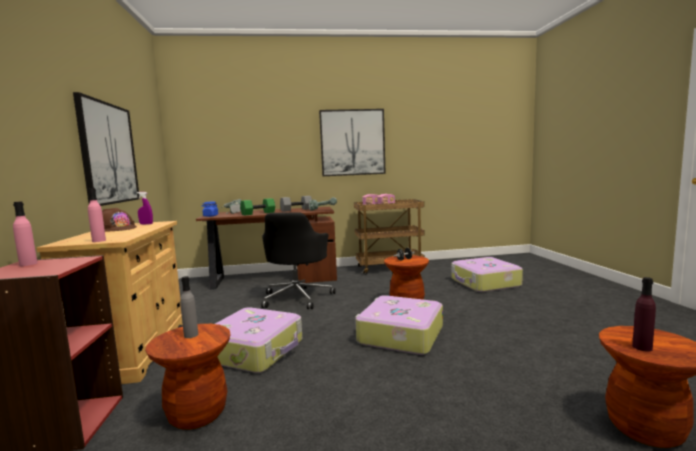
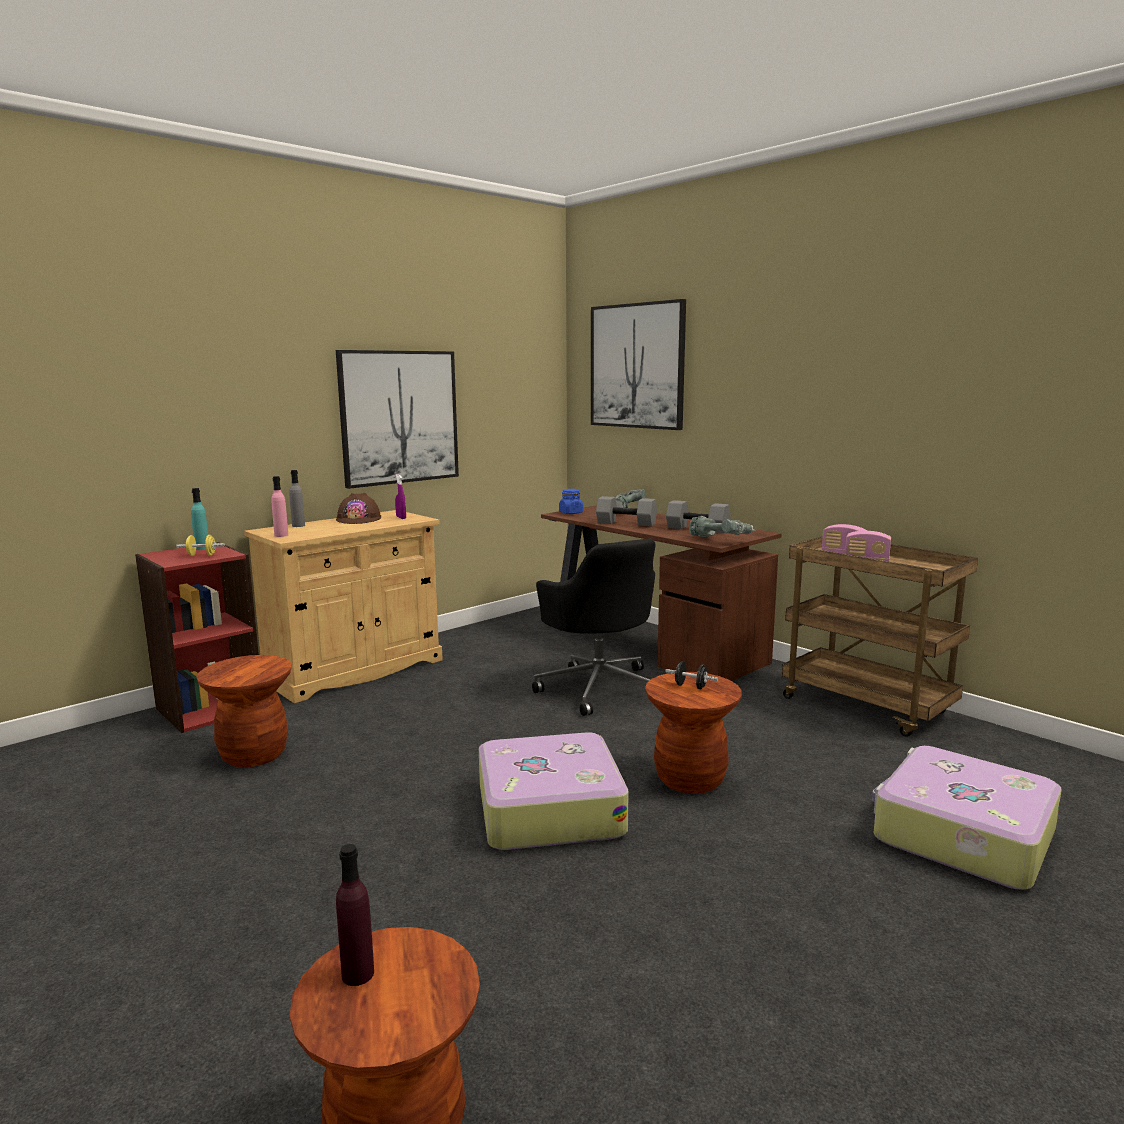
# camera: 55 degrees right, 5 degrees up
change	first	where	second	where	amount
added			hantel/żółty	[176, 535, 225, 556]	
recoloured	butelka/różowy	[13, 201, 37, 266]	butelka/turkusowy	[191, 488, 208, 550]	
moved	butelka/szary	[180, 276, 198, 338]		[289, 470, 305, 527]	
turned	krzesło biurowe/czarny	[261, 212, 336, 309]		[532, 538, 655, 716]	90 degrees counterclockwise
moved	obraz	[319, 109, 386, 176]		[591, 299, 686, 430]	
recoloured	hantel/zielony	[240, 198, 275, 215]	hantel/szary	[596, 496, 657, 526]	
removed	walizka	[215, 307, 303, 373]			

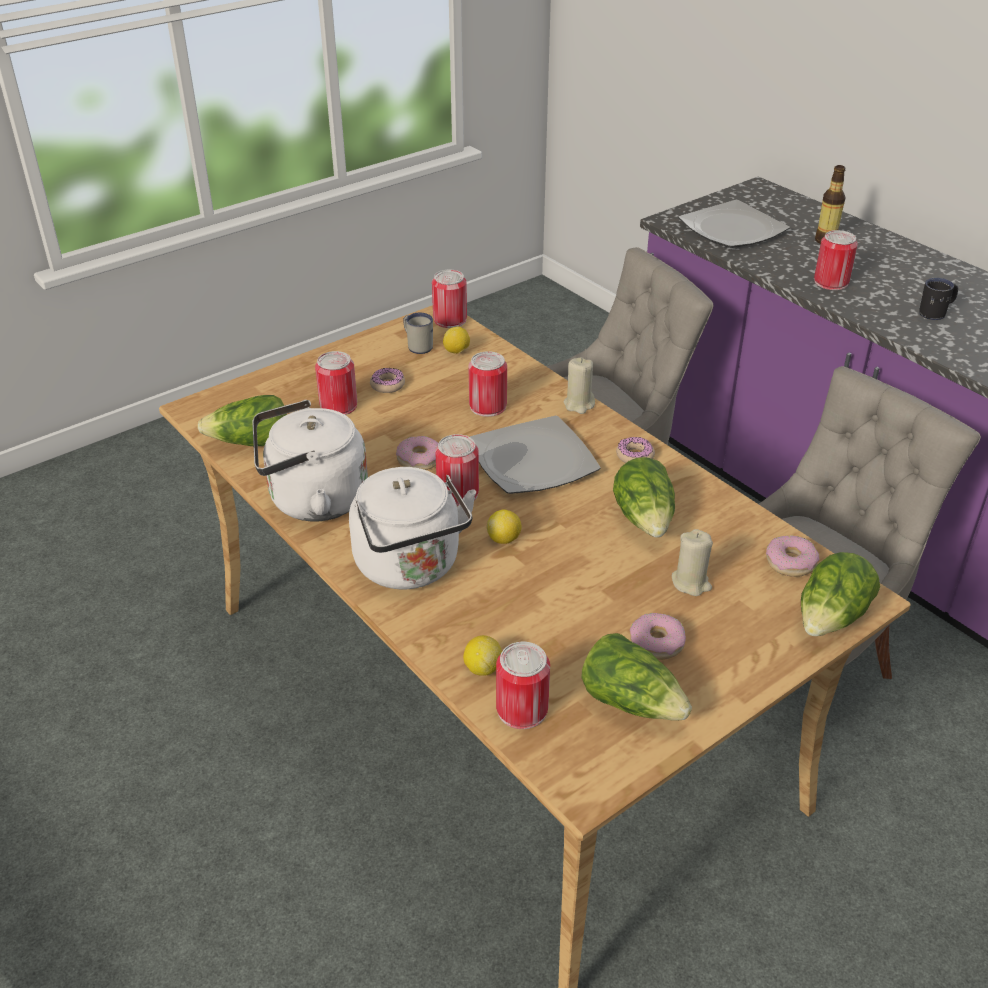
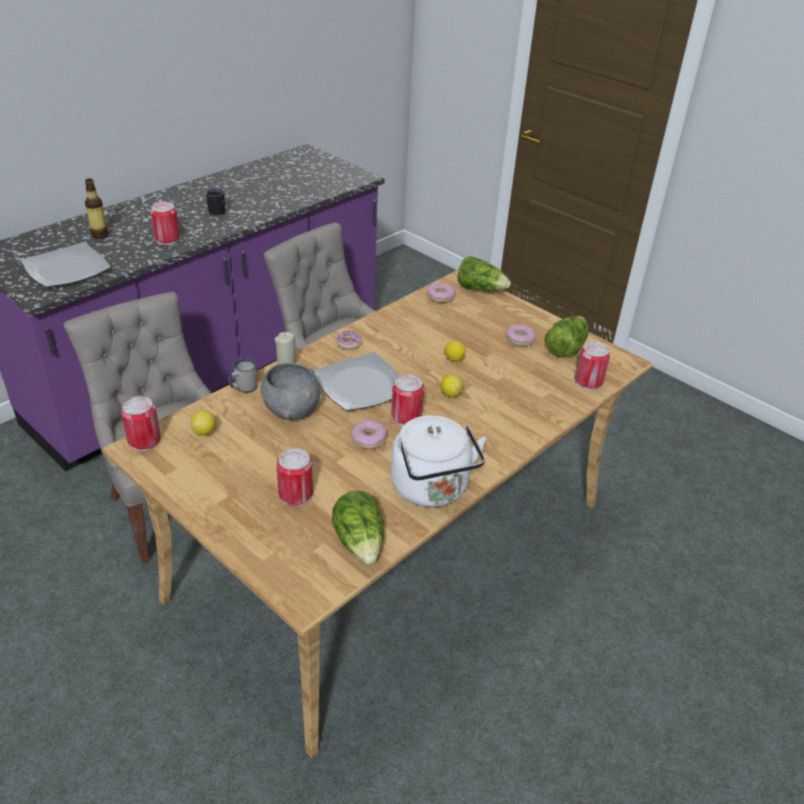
# camera: 100 degrees left, 0 degrees up
change	first	where	second	where	amount
moved	kubek/biały	[403, 313, 433, 354]		[229, 358, 257, 393]	
replaced	puszka	[468, 351, 507, 417]	miska/szary	[260, 363, 322, 420]	
moved	cytryna	[463, 635, 502, 676]		[444, 341, 466, 362]	
removed	czajnik/biały	[349, 467, 476, 590]			
removed	donut	[370, 368, 405, 393]			
removed	sałata	[613, 457, 675, 538]			
removed	świeca/beżowy	[672, 529, 713, 596]			

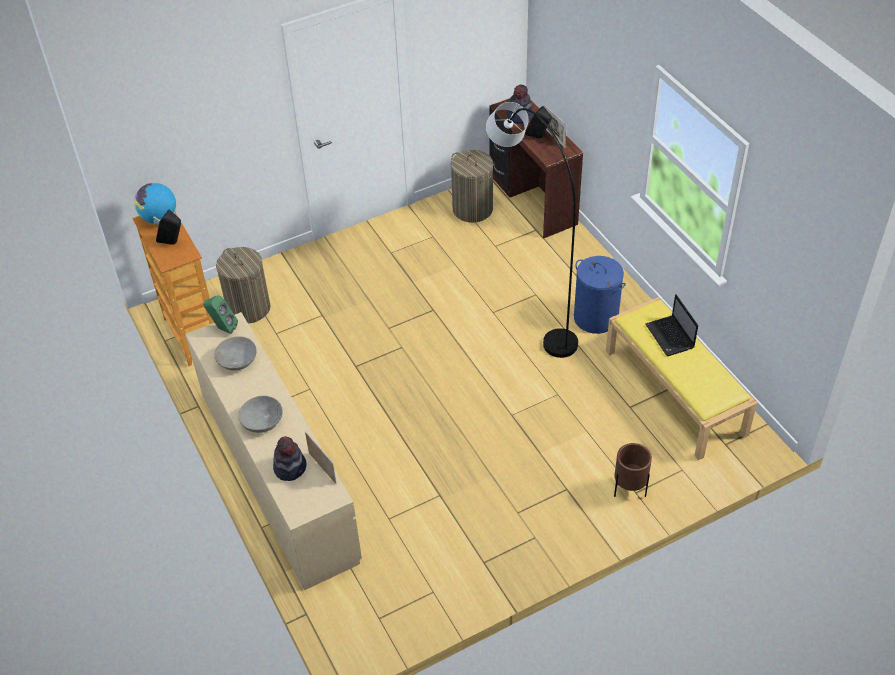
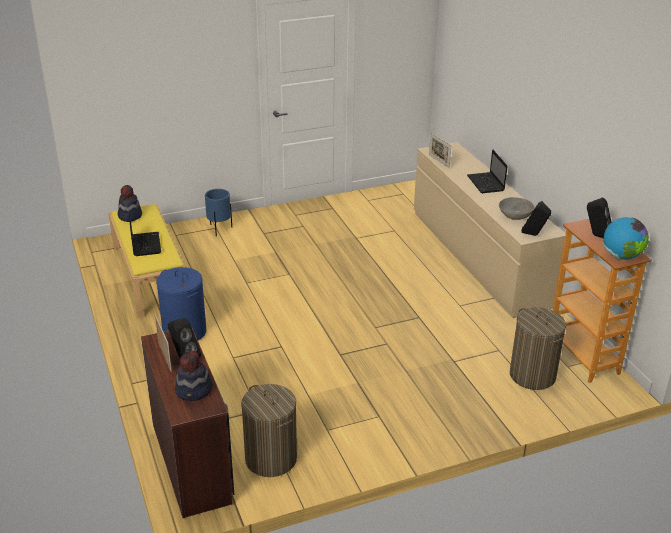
# camera: 175 degrees left, 15 degrees down
change	first	where	second	where	amount
moved	kapelusz	[273, 436, 306, 481]		[118, 185, 142, 222]	
recoloured	donica/brązowy	[614, 443, 652, 497]	donica/niebieski	[205, 189, 232, 236]	
replaced	miska/szary	[238, 396, 283, 433]	laptop	[467, 149, 508, 193]	
recoloured	głośnik/zielony	[203, 295, 238, 334]	głośnik/czarny	[521, 201, 551, 236]	
removed	lampa stojąca/szary	[486, 102, 578, 358]			

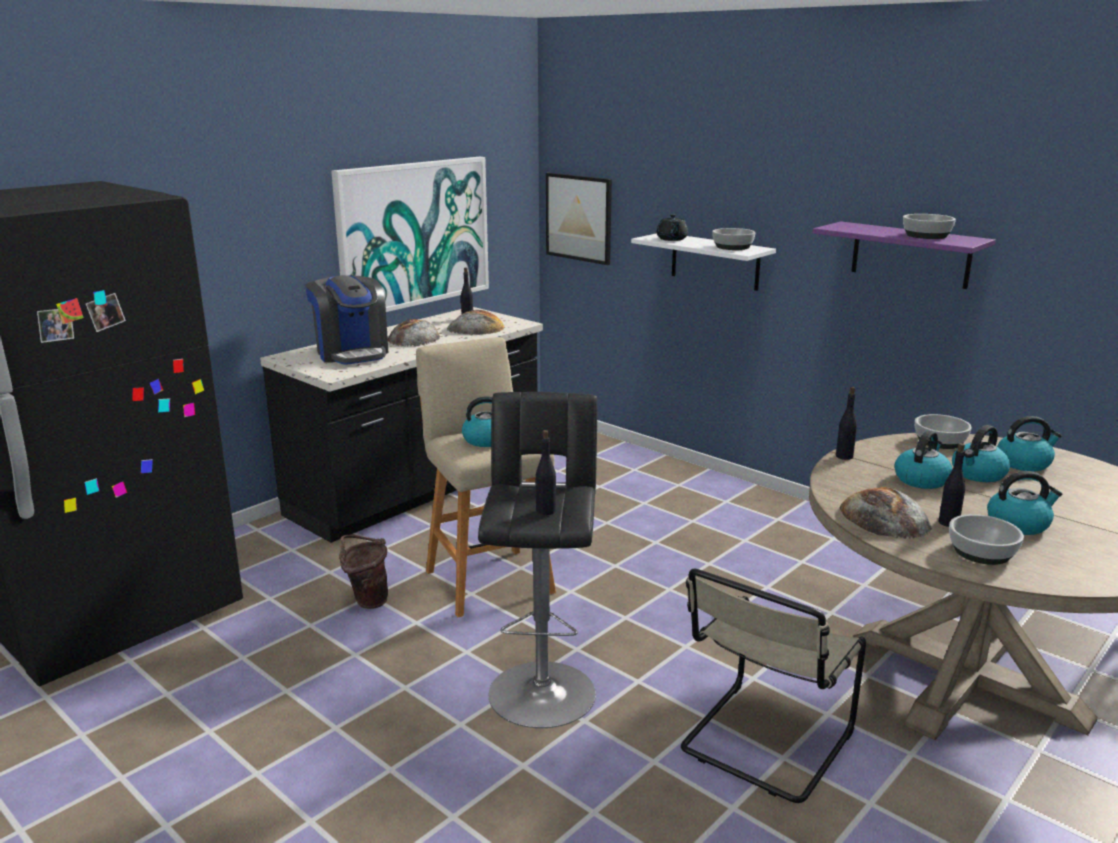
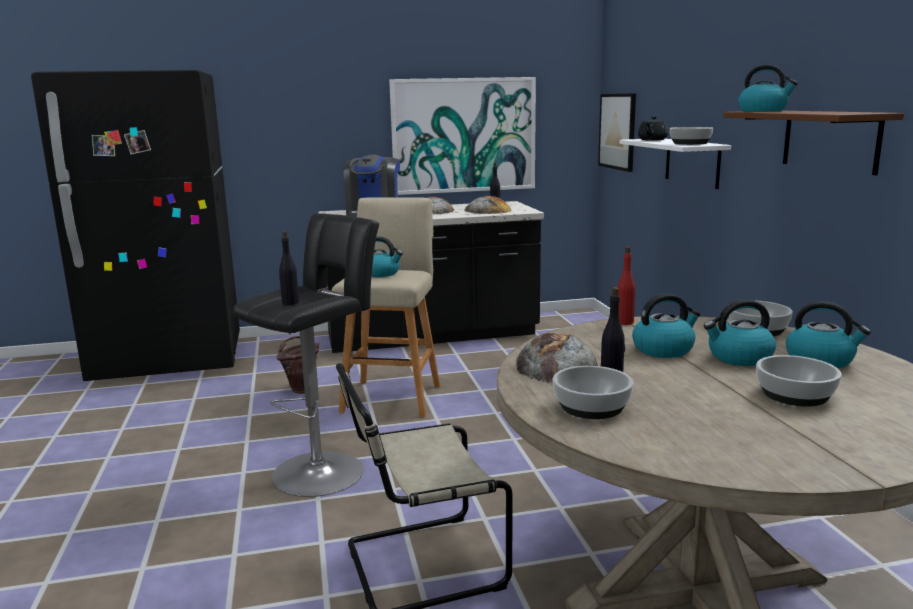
# camera: 35 degrees right, 5 degrees down
change	first	where	second	where	amount
recoloured	butelka/czarny	[836, 387, 857, 460]	butelka/czerwony	[617, 247, 635, 325]	
recoloured	półka/fioletowy	[812, 222, 996, 289]	półka/brązowy	[723, 111, 904, 175]	
moved	czajnik	[987, 471, 1062, 535]		[738, 65, 798, 112]	
moved	miska	[903, 214, 956, 239]		[756, 355, 842, 407]	

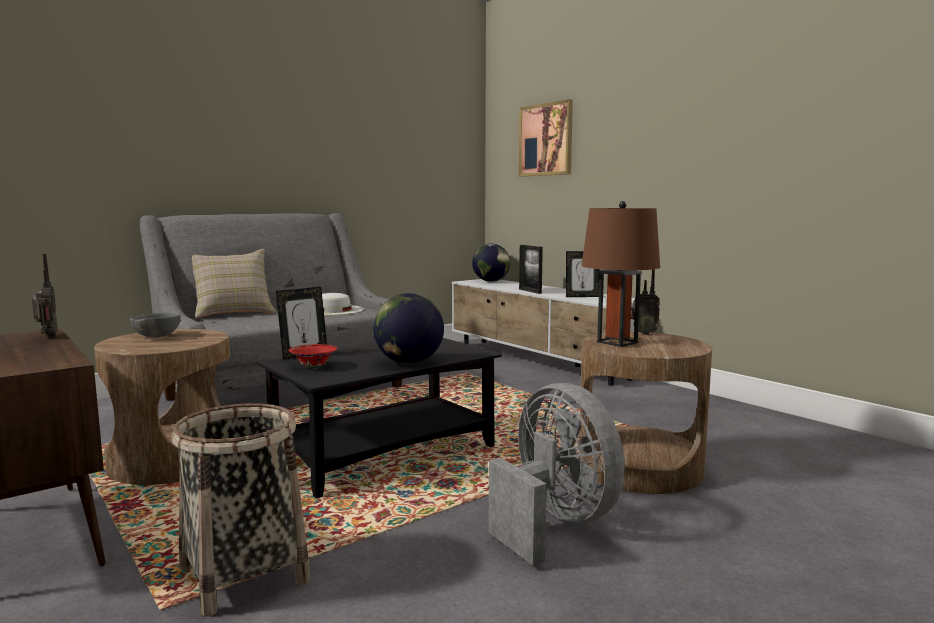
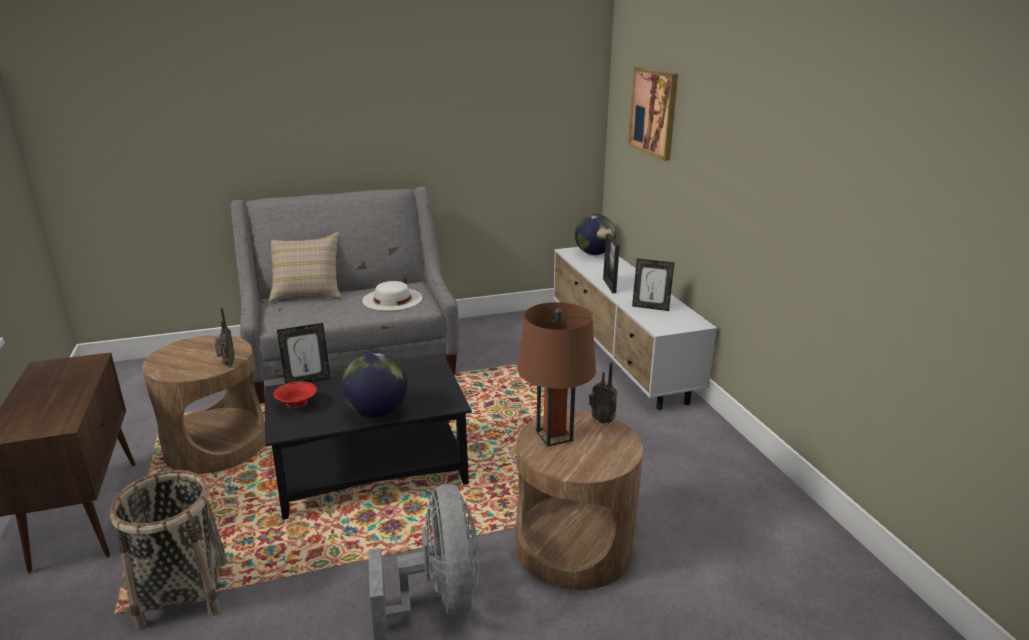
# camera: 20 degrees right, 15 degrees up
change	first	where	second	where	amount
moved	radio	[32, 254, 57, 337]		[214, 308, 235, 365]	
removed	miska/szary	[130, 312, 181, 338]			

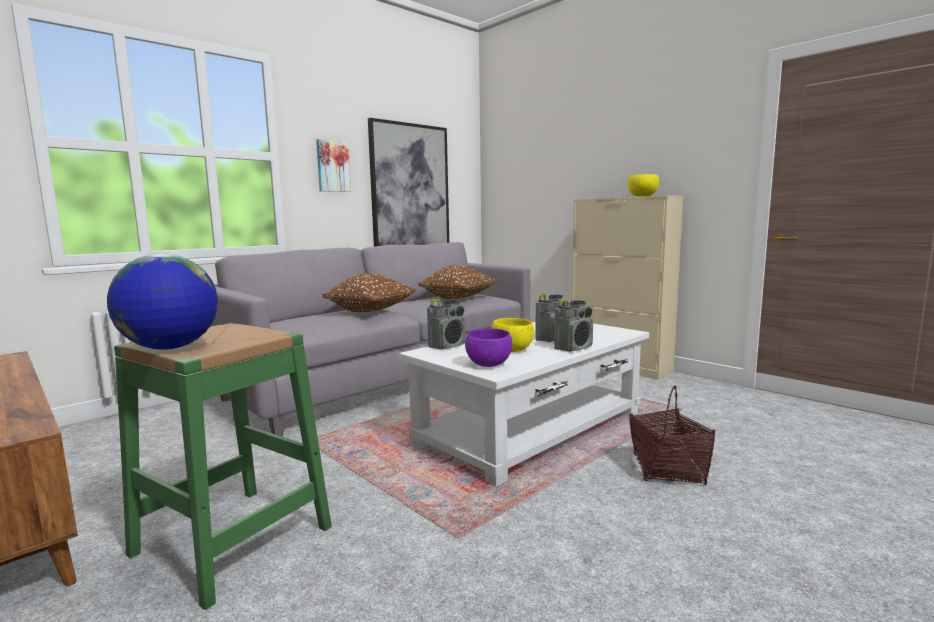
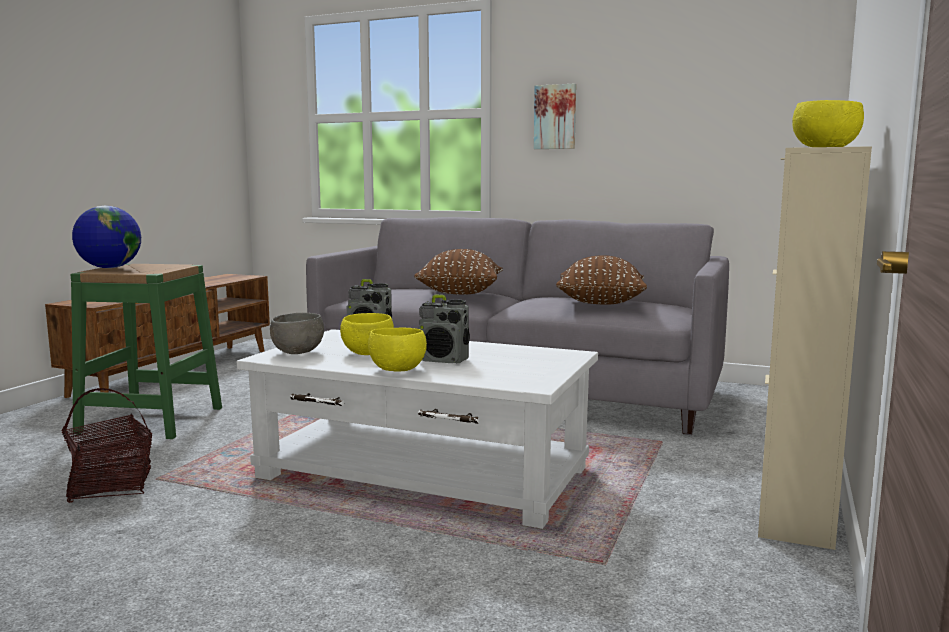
# camera: 65 degrees right, 0 degrees up
change	first	where	second	where	amount
moved	koszyk	[629, 385, 715, 485]		[62, 388, 152, 503]	
recoloured	miska/fioletowy	[465, 328, 512, 367]	miska/szary	[270, 313, 324, 354]	
replaced	radio	[554, 299, 593, 352]	miska/żółty	[368, 328, 427, 372]	
removed	obraz	[368, 118, 449, 247]			

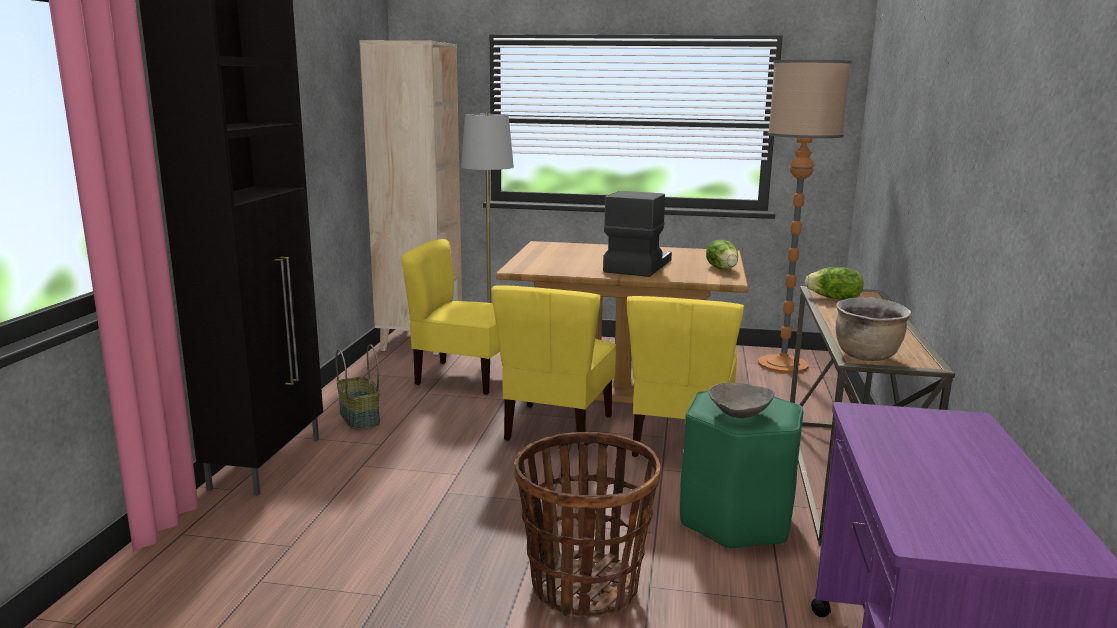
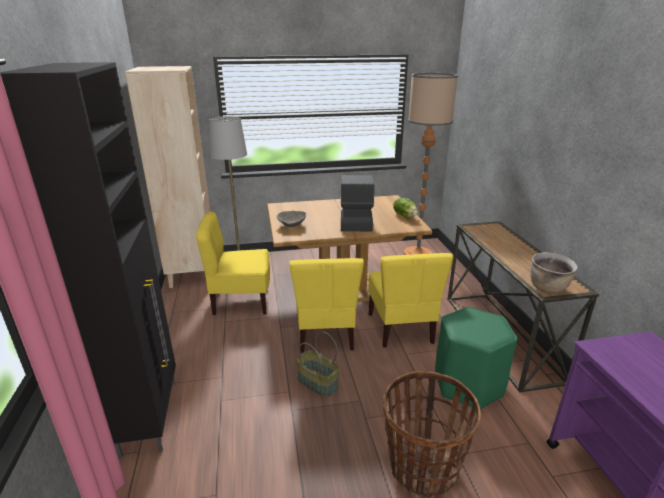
# camera: 20 degrees left, 10 degrees up
change	first	where	second	where	amount
moved	miska/szary	[708, 383, 774, 418]		[277, 211, 306, 227]	
moved	koszyk	[336, 344, 380, 430]		[296, 331, 340, 397]	
removed	sałata	[805, 267, 864, 300]			

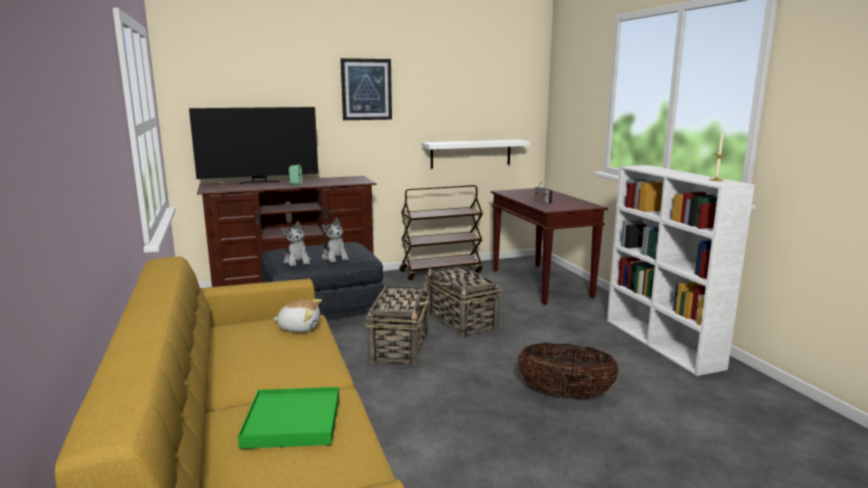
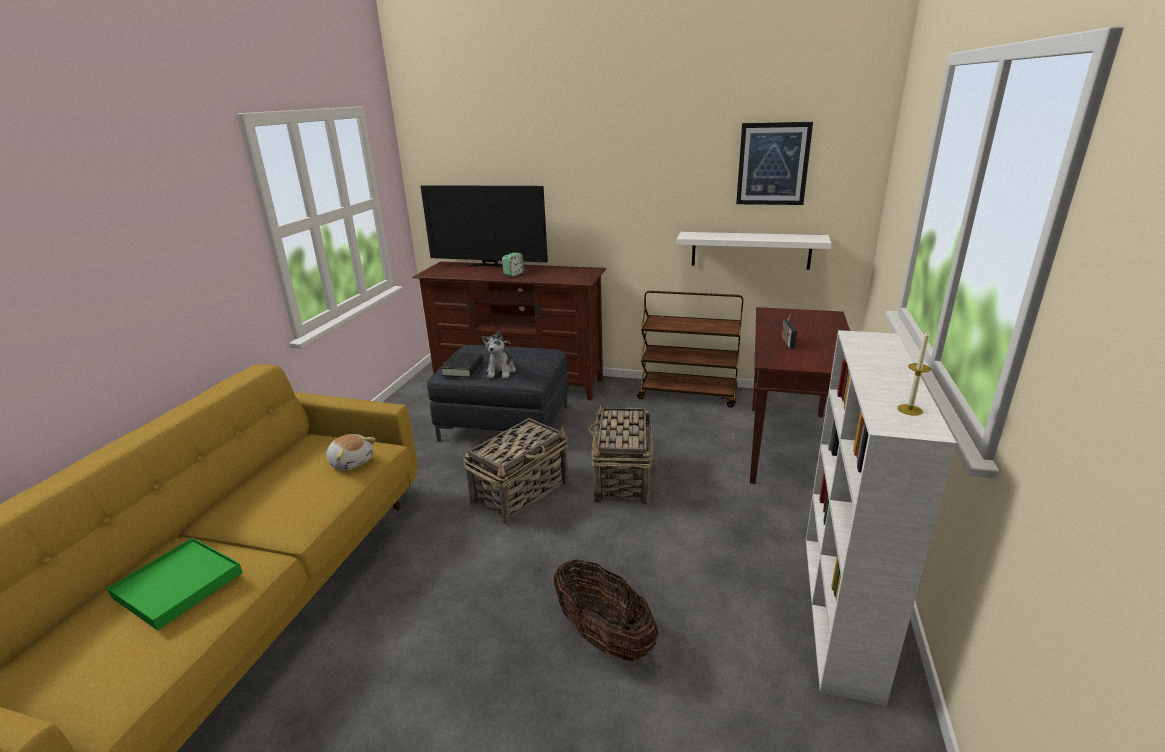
# camera: 35 degrees right, 10 degrees up
change	first	where	second	where	amount
replaced	pluszak	[282, 221, 311, 266]	książka/czarny	[441, 352, 483, 377]	
moved	obraz	[340, 58, 392, 120]		[736, 122, 813, 205]	

